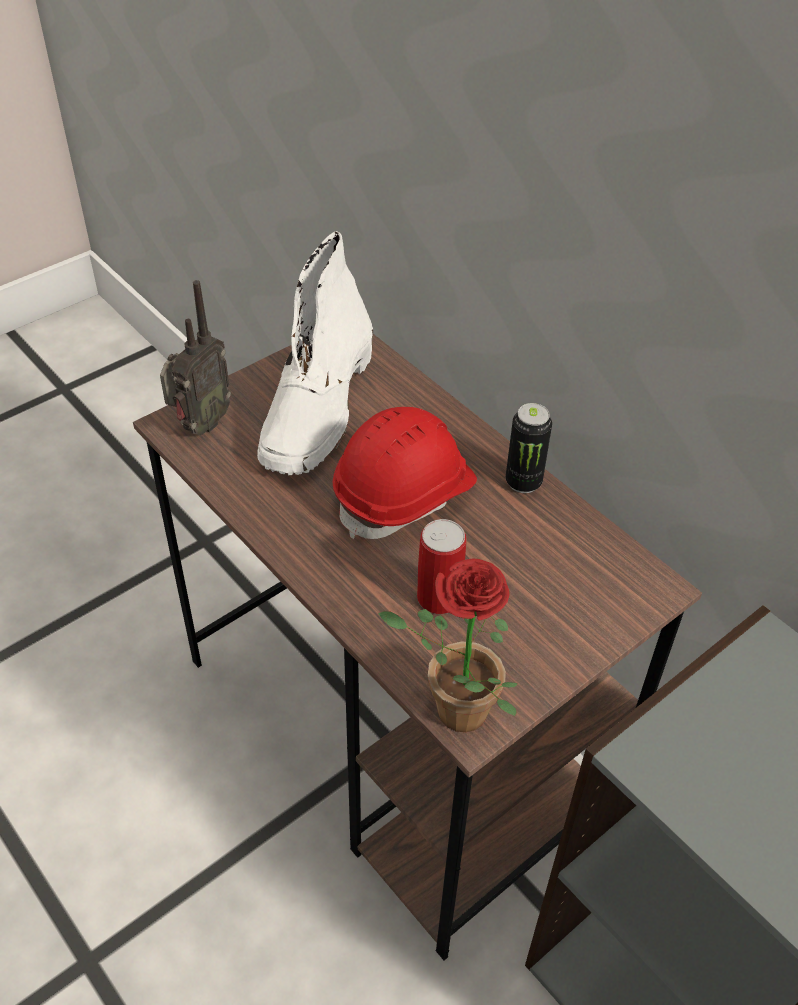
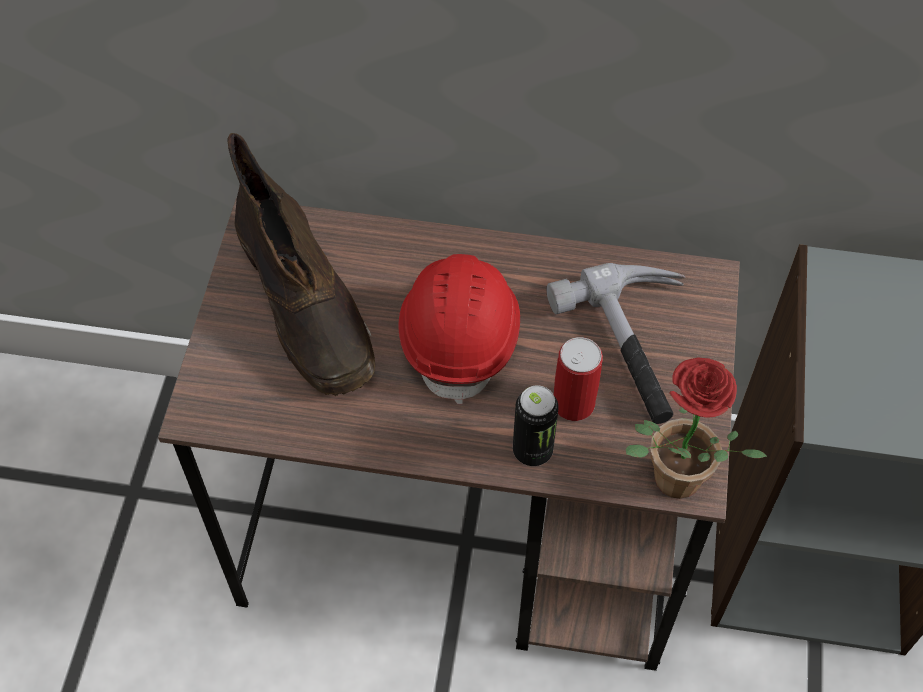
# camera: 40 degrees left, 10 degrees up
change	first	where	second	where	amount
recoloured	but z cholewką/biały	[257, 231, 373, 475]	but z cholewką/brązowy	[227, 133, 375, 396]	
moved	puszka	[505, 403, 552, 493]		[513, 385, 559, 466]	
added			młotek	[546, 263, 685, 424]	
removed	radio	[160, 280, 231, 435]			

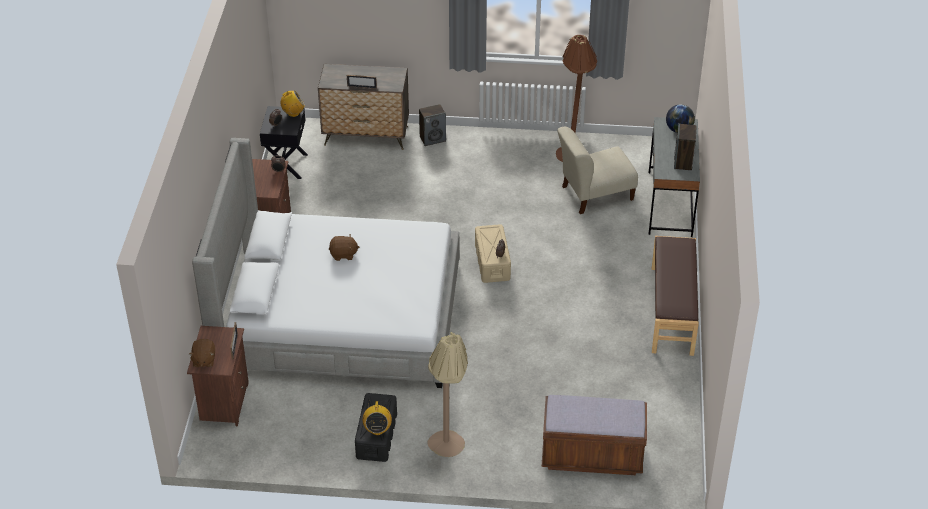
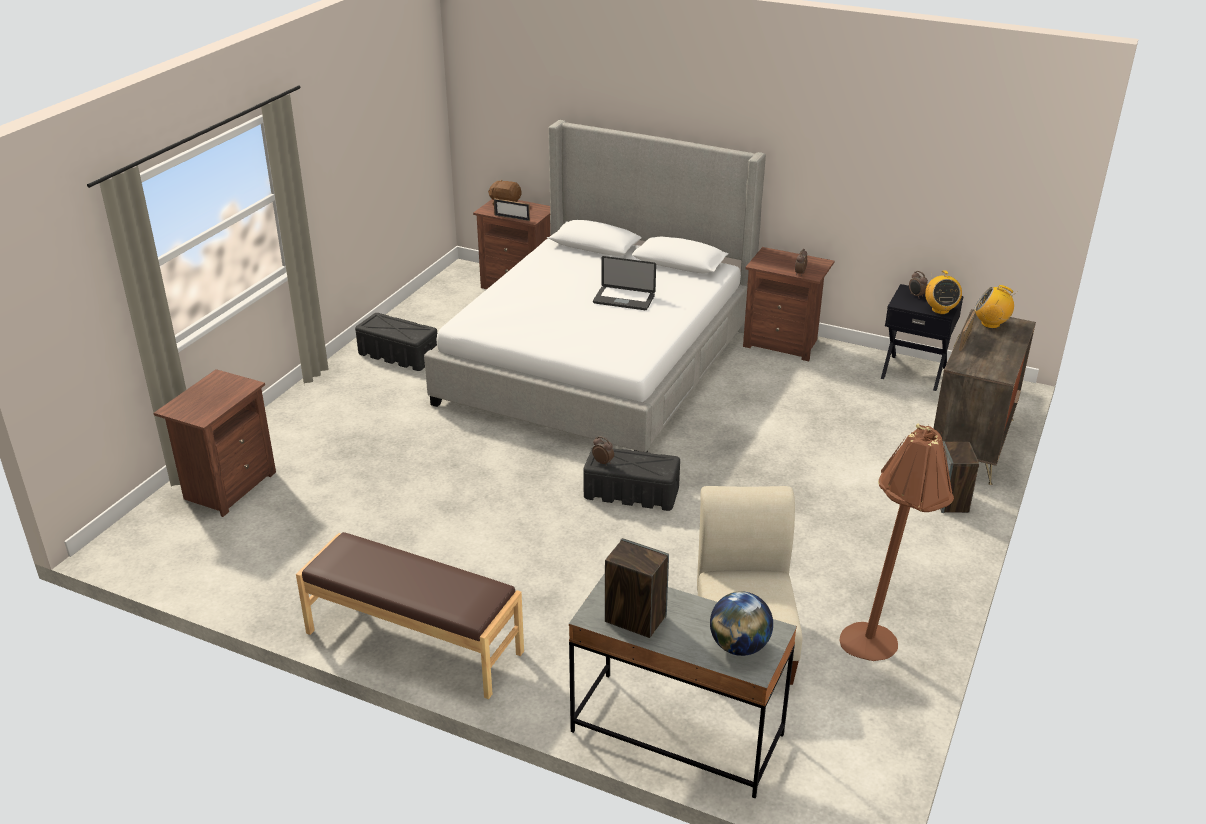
# camera: 110 degrees right, 10 degrees down
change	first	where	second	where	amount
replaced	ławka/brązowy	[541, 395, 647, 475]	szafka nocna/brązowy	[154, 369, 276, 517]	
recoloured	pojemnik do przechowywania/beżowy	[475, 224, 511, 283]	pojemnik do przechowywania/czarny	[583, 446, 680, 511]	
replaced	pluszak/brązowy	[329, 234, 359, 261]	laptop	[593, 256, 656, 310]	
moved	radio	[363, 401, 392, 435]		[974, 285, 1014, 329]	
removed	lampa stojąca/beżowy	[427, 332, 468, 457]			

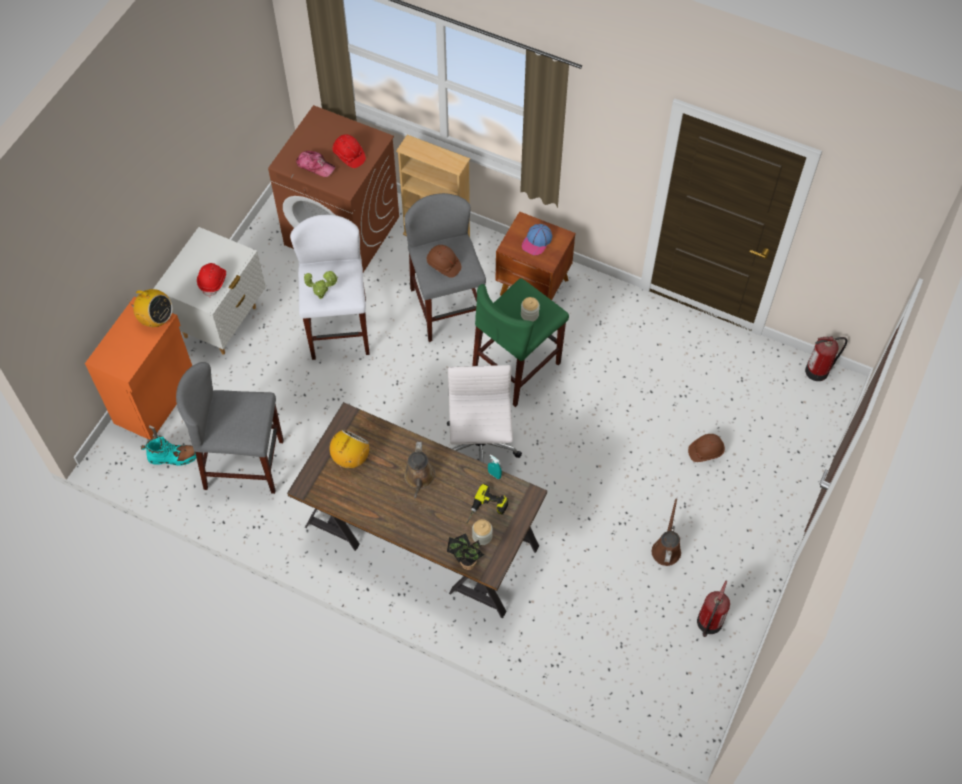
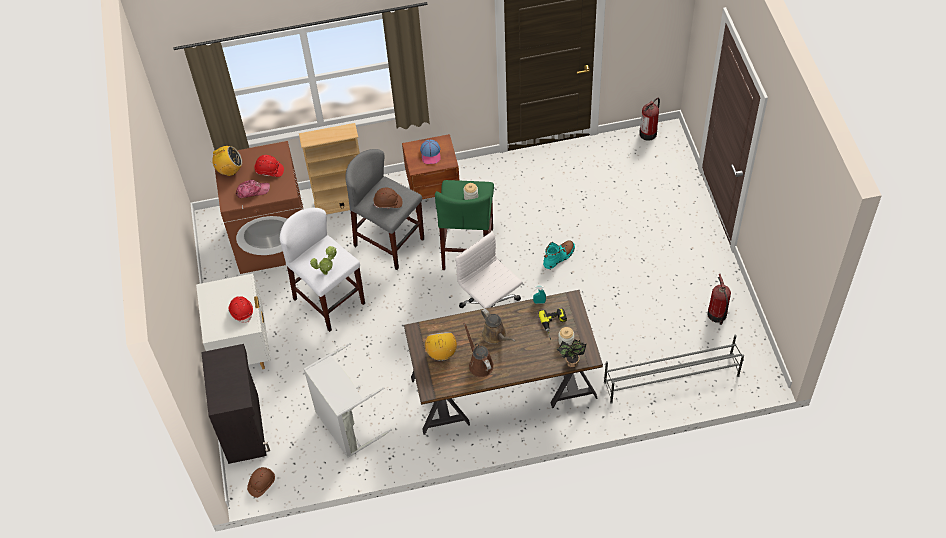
# camera: 35 degrees left, 5 degrees down
change	first	where	second	where	amount
recoloured	szafka/pomarańczowy	[85, 297, 192, 440]	szafka/czarny	[201, 344, 270, 464]	
moved	radio	[129, 289, 173, 327]		[210, 146, 242, 176]	
moved	kask/brązowy	[688, 434, 725, 462]		[247, 467, 275, 498]	
replaced	stołek/szary	[176, 362, 284, 494]	kosz na pranie/szary	[304, 343, 392, 458]	
moved	konewka/brązowy	[652, 499, 681, 566]		[463, 323, 494, 377]	
moved	but z cholewką/turkusowy	[141, 436, 197, 466]		[543, 240, 575, 269]	
added			regał na buty/szary	[604, 335, 744, 404]	

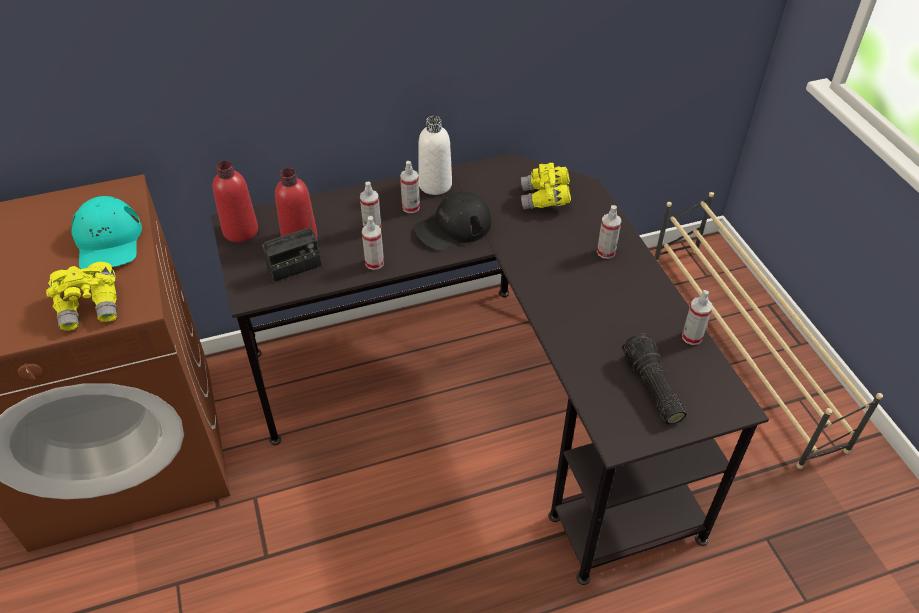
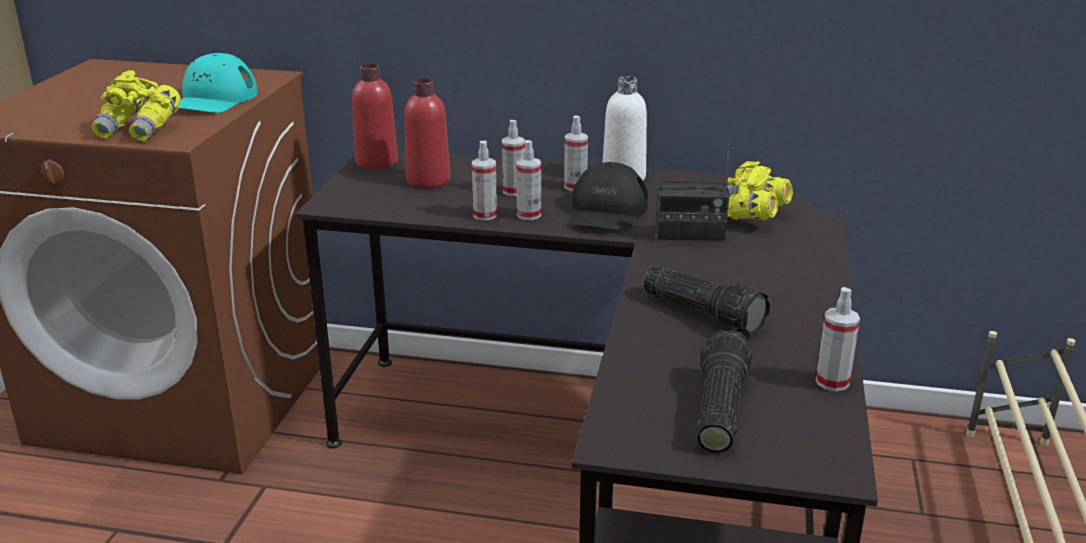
# camera: 30 degrees right, 20 degrees down
change	first	where	second	where	amount
moved	spryskiwacz	[597, 205, 622, 259]		[516, 140, 541, 220]	
turned	czapka z daszkiem/czarny	[413, 191, 492, 250]		[568, 162, 649, 230]	75 degrees counterclockwise
added			latarka	[644, 266, 771, 335]	
moved	radio	[262, 207, 322, 283]		[655, 143, 730, 242]	

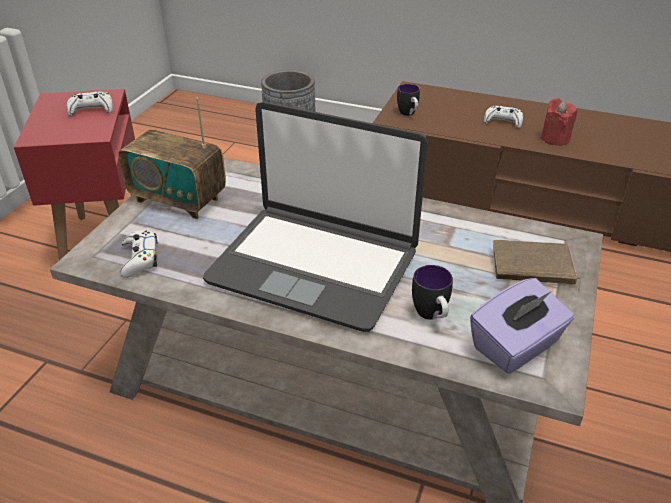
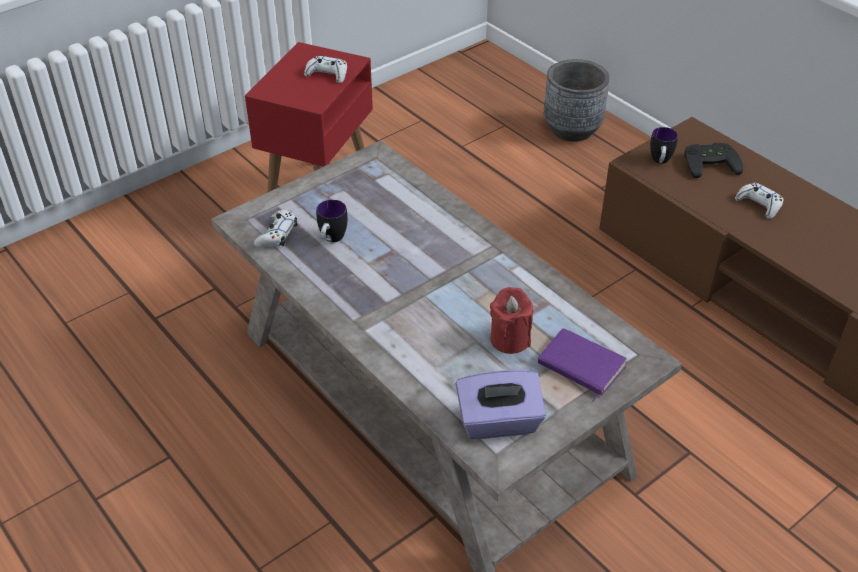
# camera: 30 degrees right, 5 degrees up
change	first	where	second	where	amount
moved	kubek	[412, 265, 453, 320]		[316, 200, 348, 242]	
moved	świeca/czerwony	[541, 98, 577, 146]		[490, 287, 533, 354]	
recoloured	książka/brązowy	[493, 240, 582, 291]	książka/fioletowy	[538, 328, 627, 402]	
added			pad do gier/czarny	[684, 143, 743, 178]	
removed	radio	[118, 97, 226, 219]			
removed	laptop	[203, 102, 428, 332]			

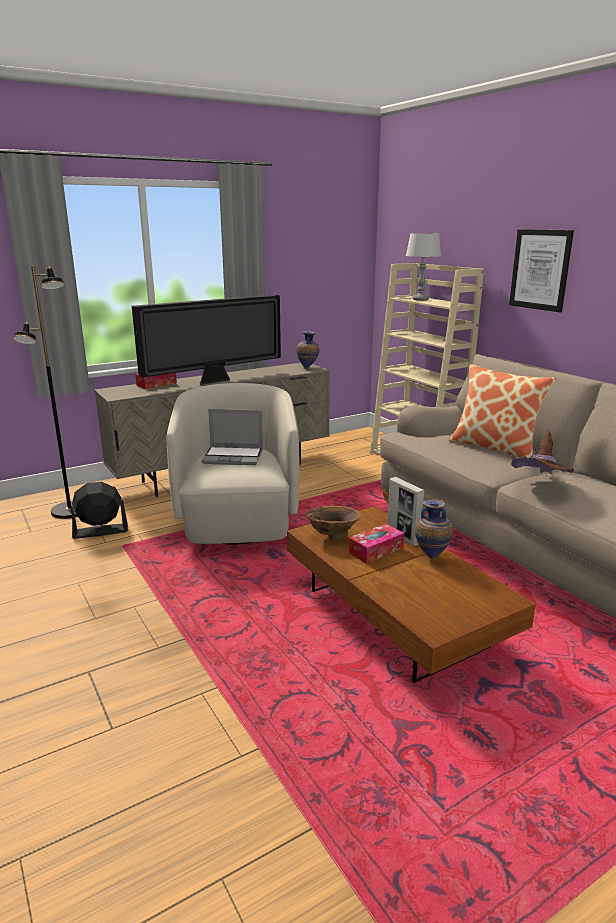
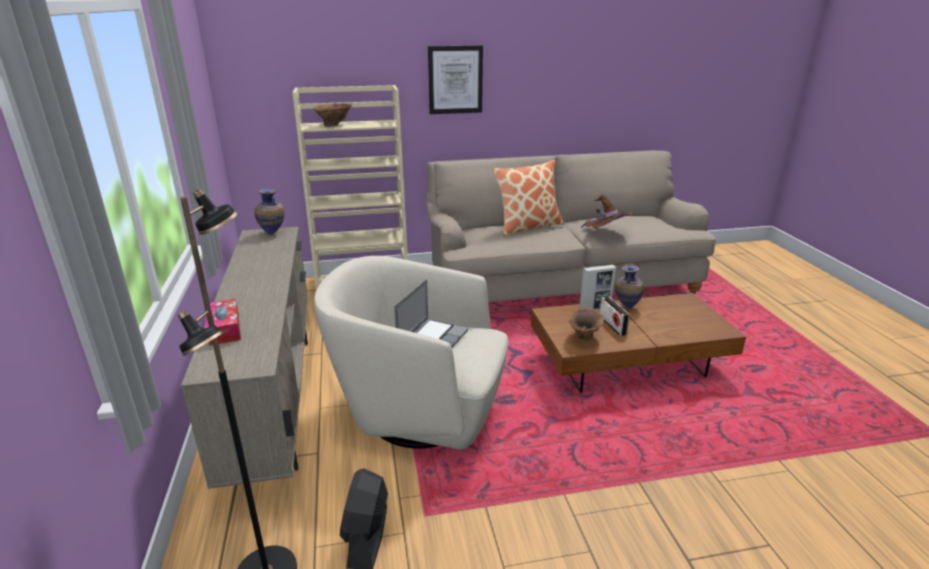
# camera: 70 degrees left, 5 degrees up
change	first	where	second	where	amount
replaced	lampa stołowa/szary	[406, 233, 441, 301]	wazon/brązowy	[313, 103, 352, 127]	
replaced	pudełko chusteczek	[349, 524, 404, 564]	radio	[600, 296, 630, 336]	
removed	telewizor	[132, 295, 281, 385]			

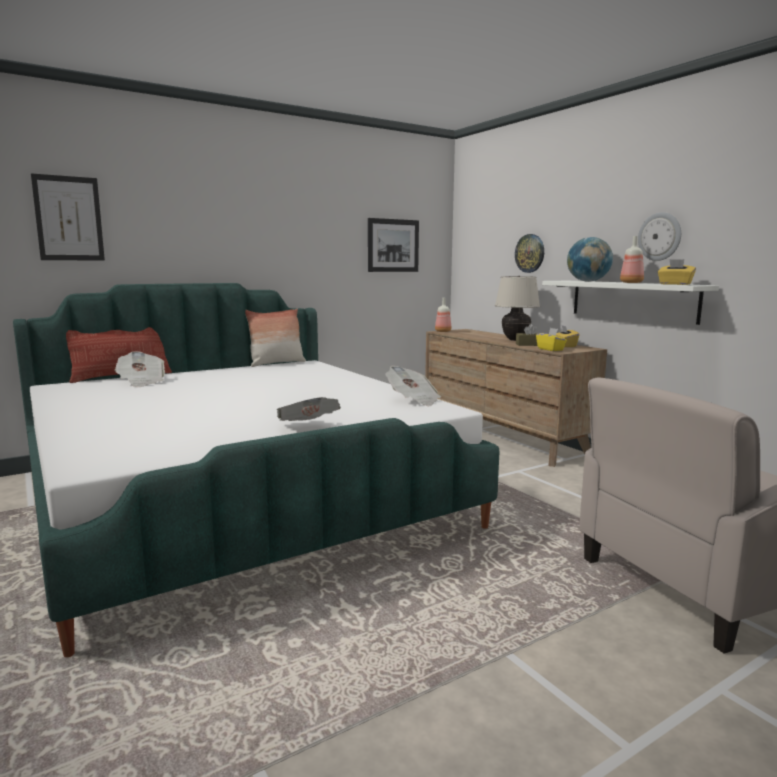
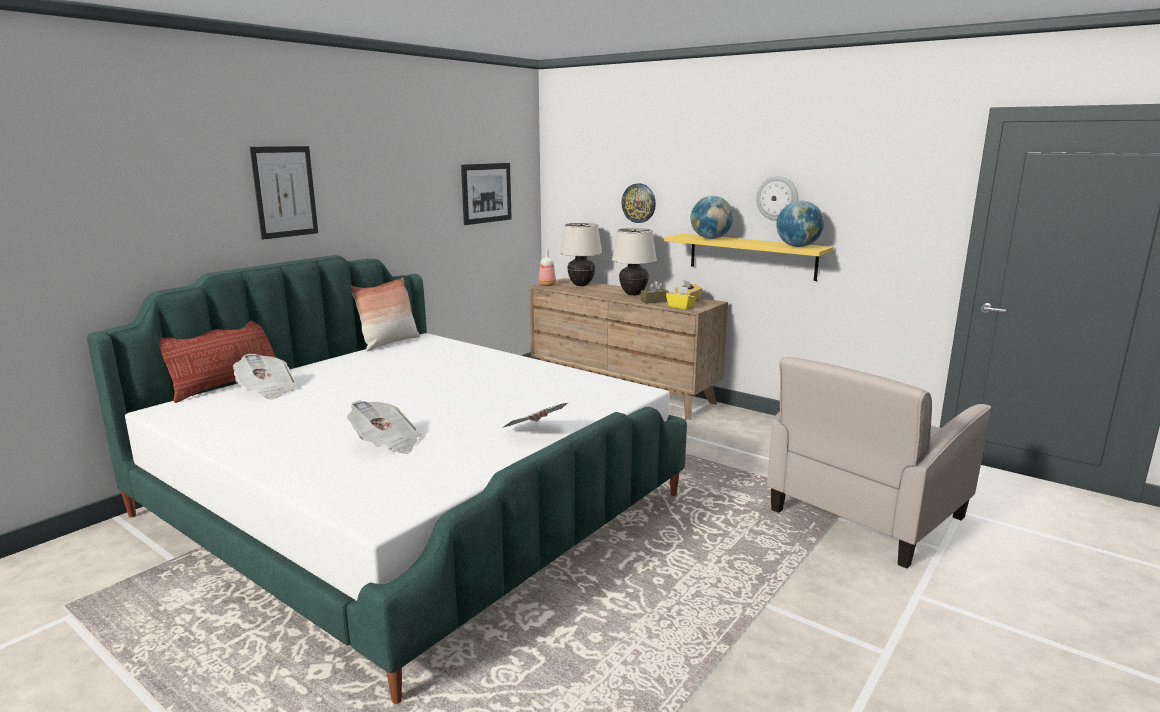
# camera: 20 degrees left, 5 degrees up
change	first	where	second	where	amount
moved	obraz	[31, 173, 105, 261]		[250, 146, 318, 240]	
moved	gazeta	[385, 366, 441, 407]		[347, 401, 421, 454]	
added			lampa stołowa/beżowy	[560, 223, 603, 286]	
recoloured	półka/biały	[542, 281, 719, 325]	półka/żółty	[664, 233, 834, 281]	
replaced	pudełko chusteczek/żółty	[658, 259, 696, 285]	globus	[776, 200, 824, 247]	
removed	butelka	[620, 236, 644, 283]			

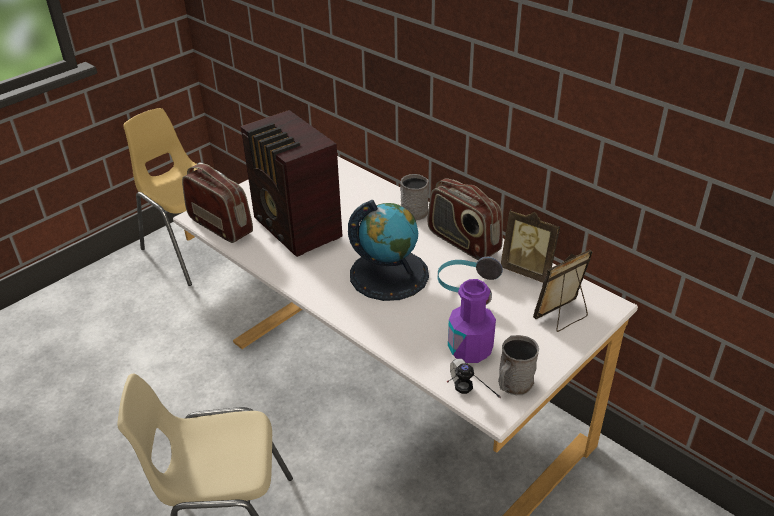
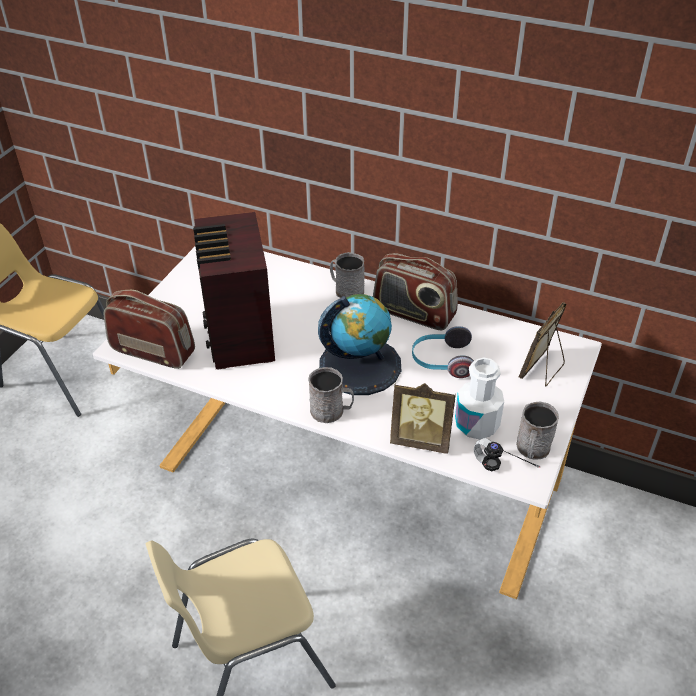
# camera: 20 degrees left, 5 degrees up
change	first	where	second	where	amount
turned	radio	[240, 110, 342, 257]		[193, 212, 275, 370]	45 degrees clockwise
added			kubek/szary	[308, 367, 354, 423]	
moved	ramka na zdjęcie	[501, 210, 560, 283]		[390, 383, 456, 454]	
recoloured	butelka/fioletowy	[448, 279, 496, 363]	butelka/biały	[455, 357, 504, 440]	

